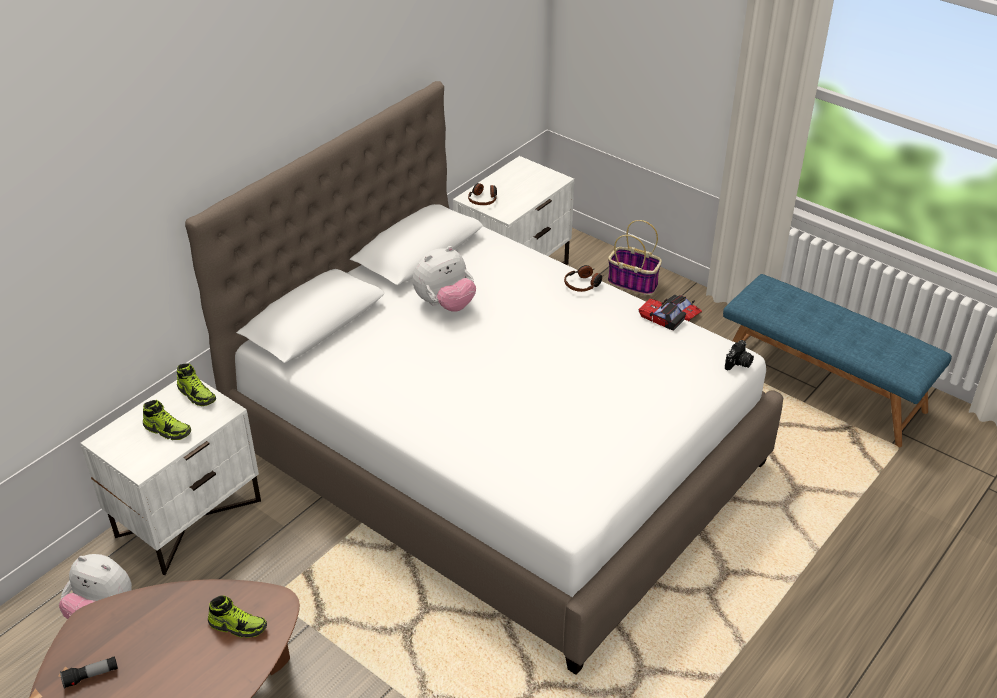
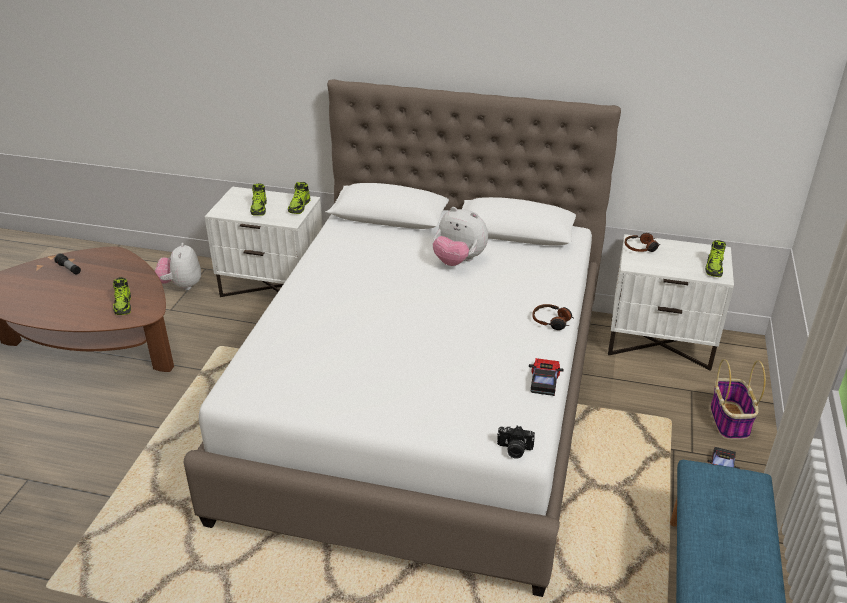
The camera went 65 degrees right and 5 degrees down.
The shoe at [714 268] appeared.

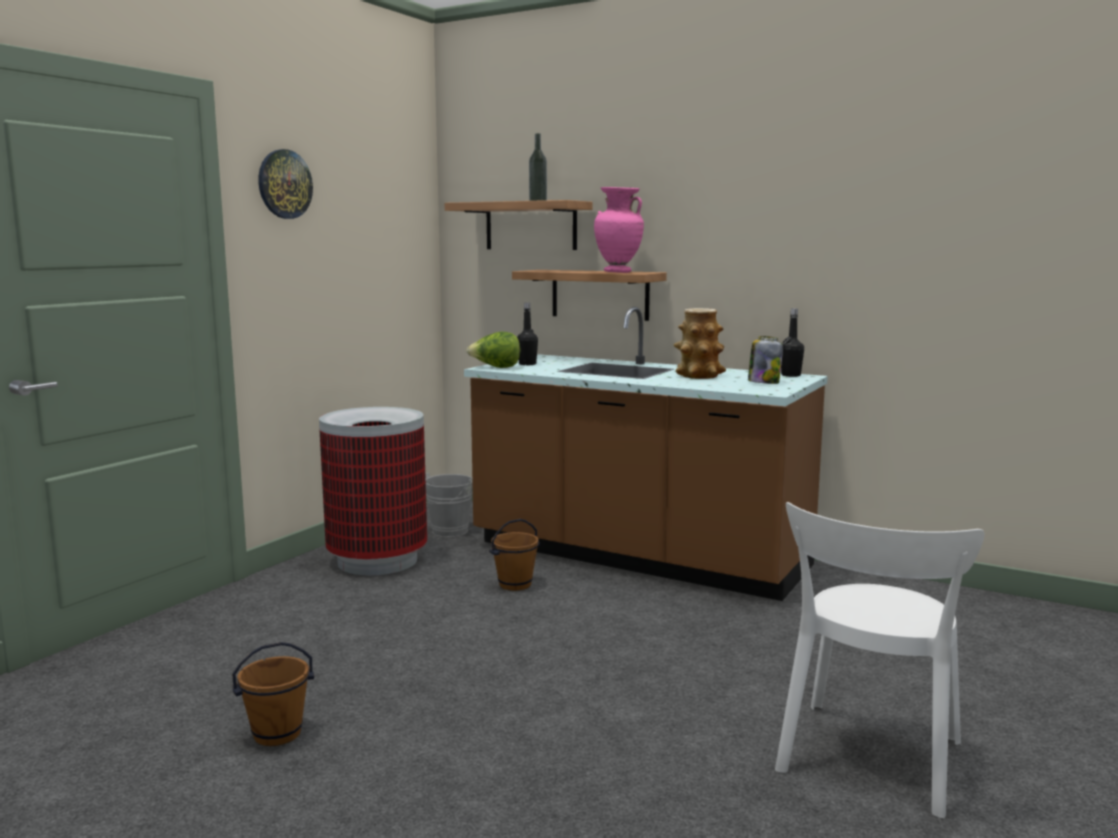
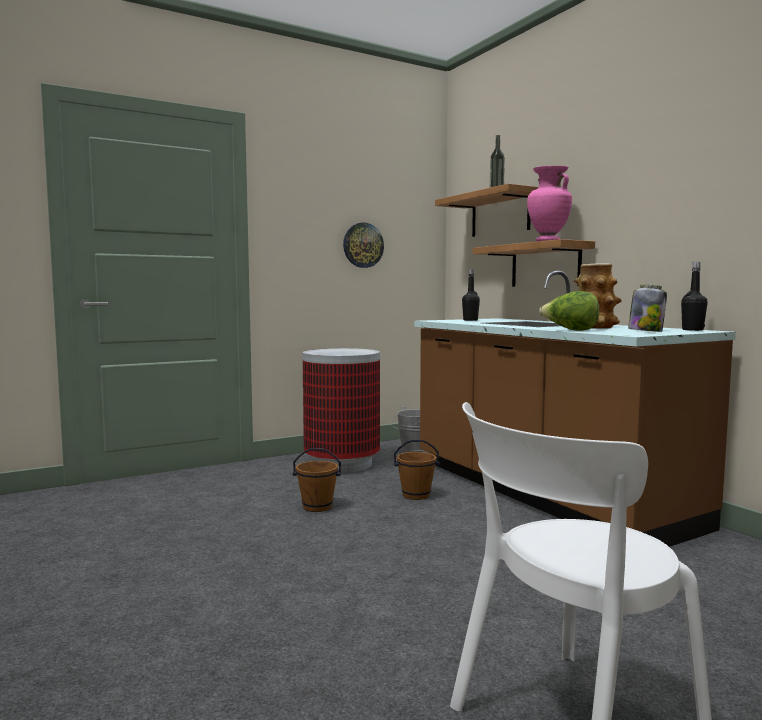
The camera went 30 degrees right and 5 degrees down.
The brown-coloured pail moved from [277 734] to [317 507].
The wall clock moved from [284 184] to [363 245].
The lettuce moved from [496 368] to [570 330].

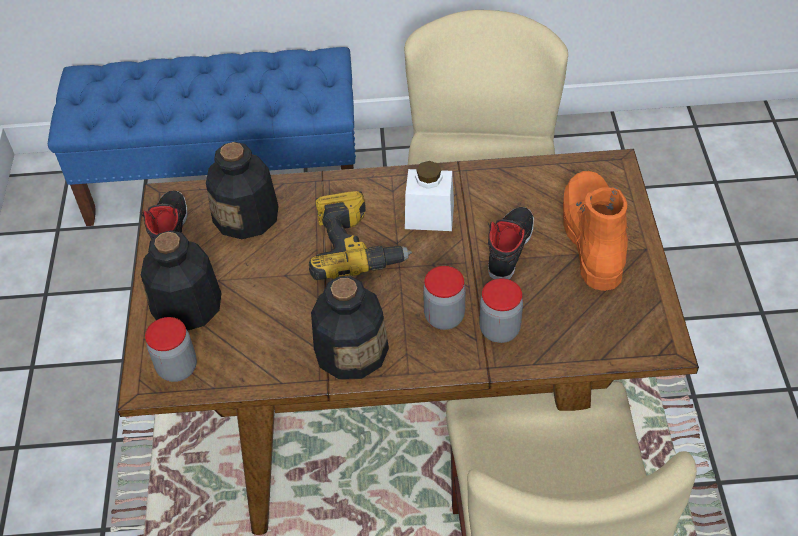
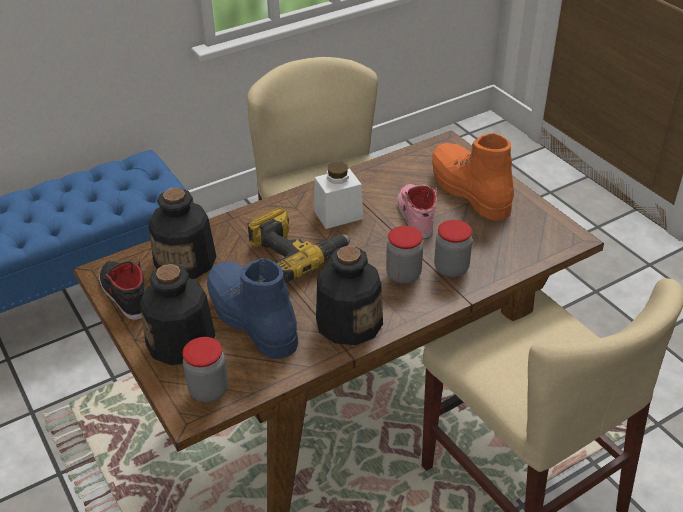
The camera went 30 degrees left and 10 degrees down.
The blue high-top boot at [251 319] appeared.
The black shoe at [509 247] became the pink-coloured shoe at [414 215].

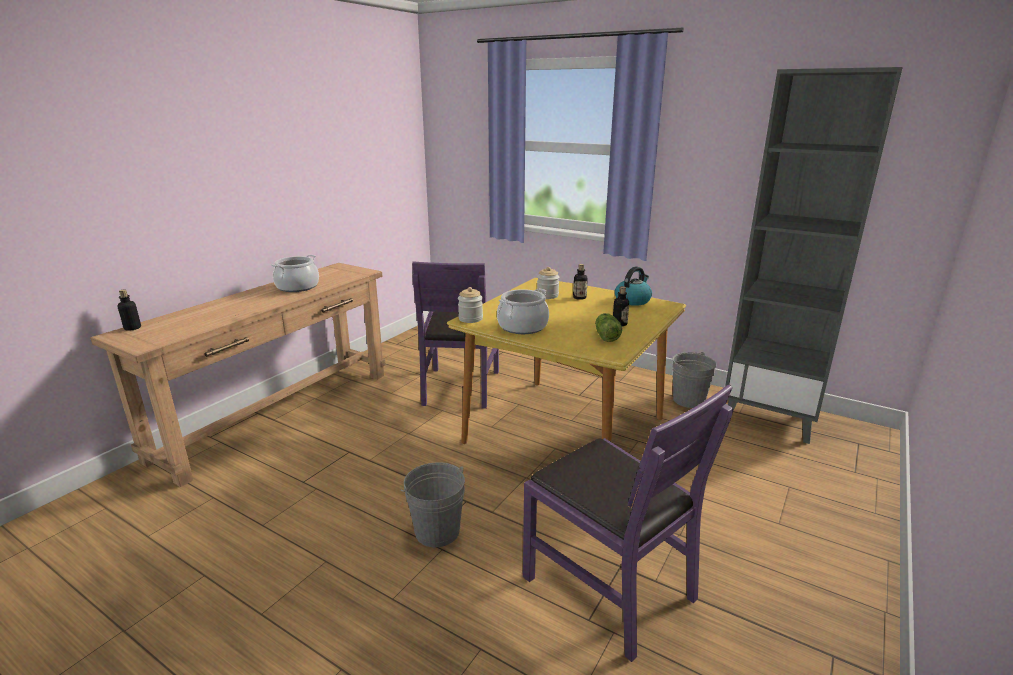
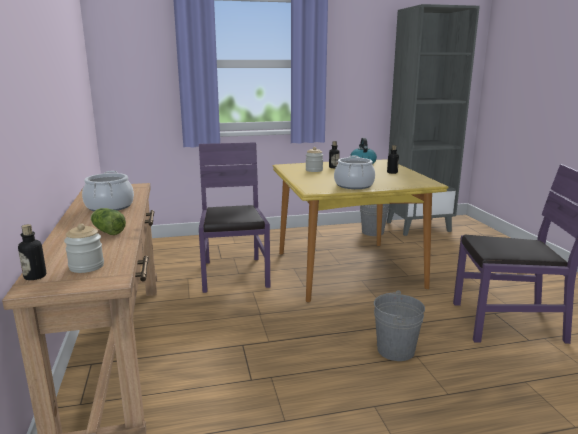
The camera went 45 degrees left and 5 degrees down.
The storage jar moved from [470 319] to [86 266].
The lettuce moved from [606 336] to [107 231].
The purple-coloured chair at [460 387] turned 150 degrees counterclockwise.

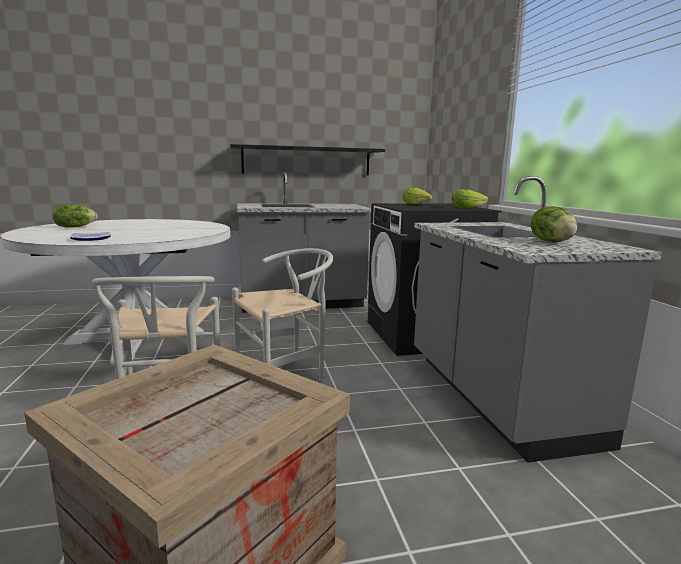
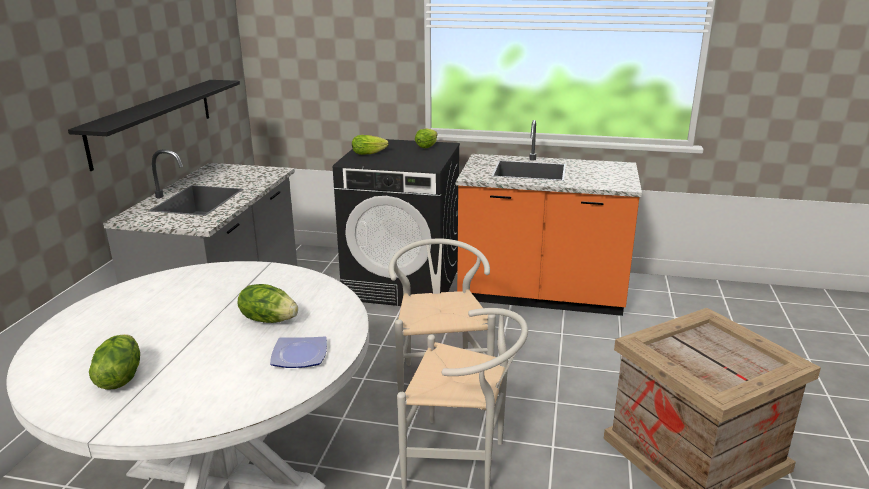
The camera went 65 degrees left and 10 degrees up.
The lettuce moved from [552 242] to [269 319].
The greyish counter at [494 397] became the orangey counter at [541 295].

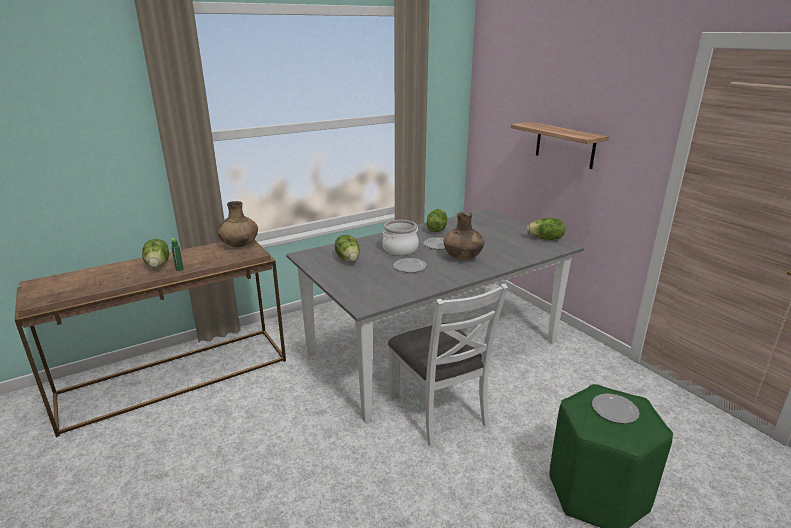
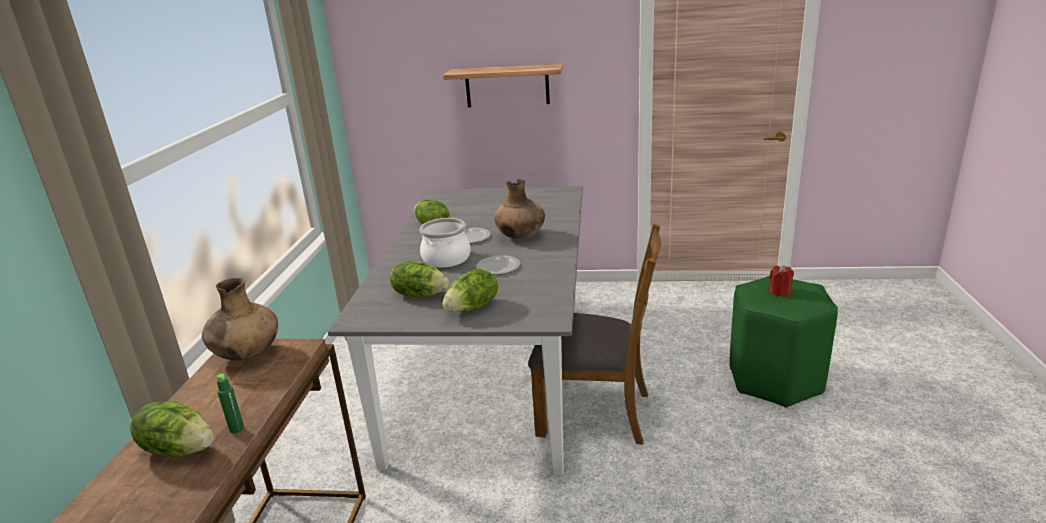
The camera went 50 degrees left and 0 degrees up.
The lettuce moved from [545 239] to [473 308].
The white chair at [439 410] became the brown-coloured chair at [595 413].
The dinner plate at [615 410] was replaced by the reddish wax candle at [779 292].

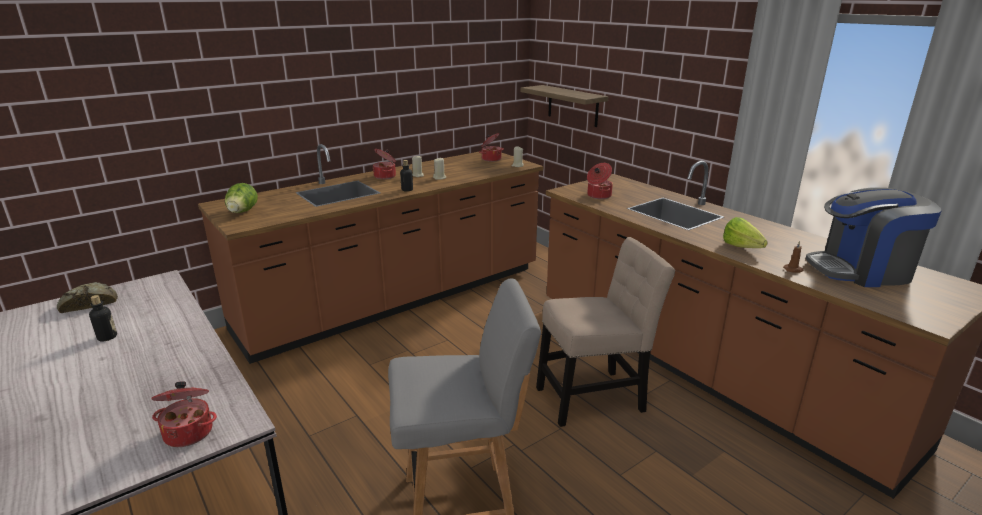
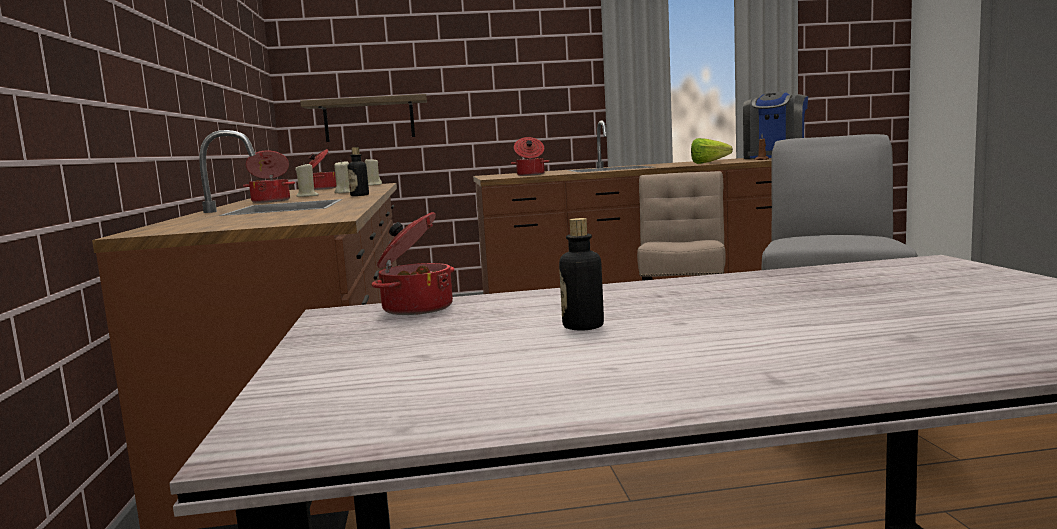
The camera went 60 degrees left and 15 degrees down.
The cooking pot moved from [189 432] to [416 308].
The bakery bread at [88 303] disappeared.
The lettuce at [242 212] disappeared.

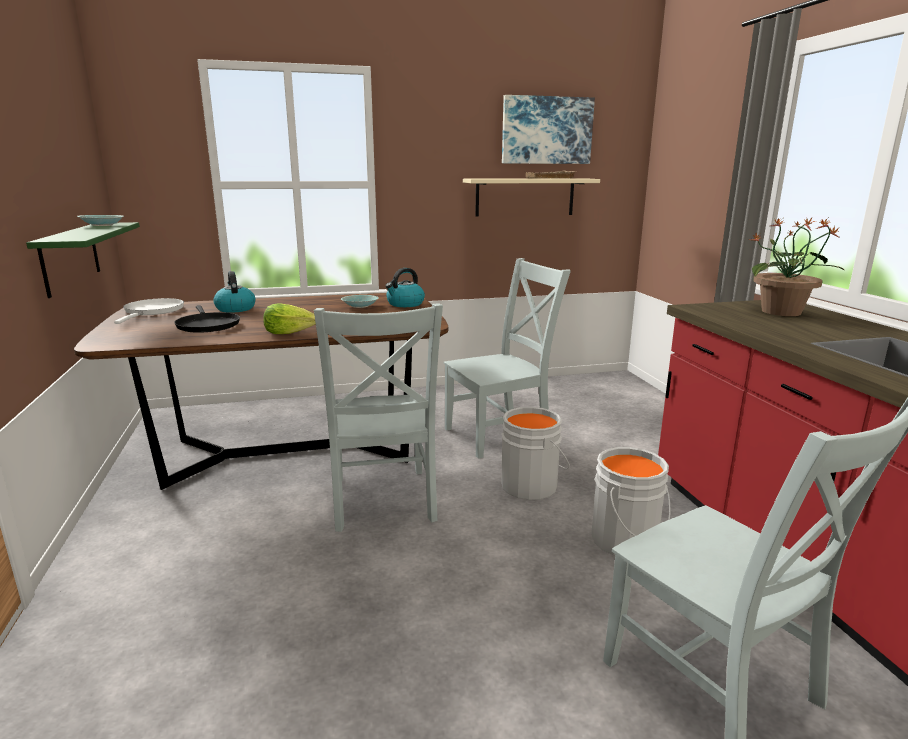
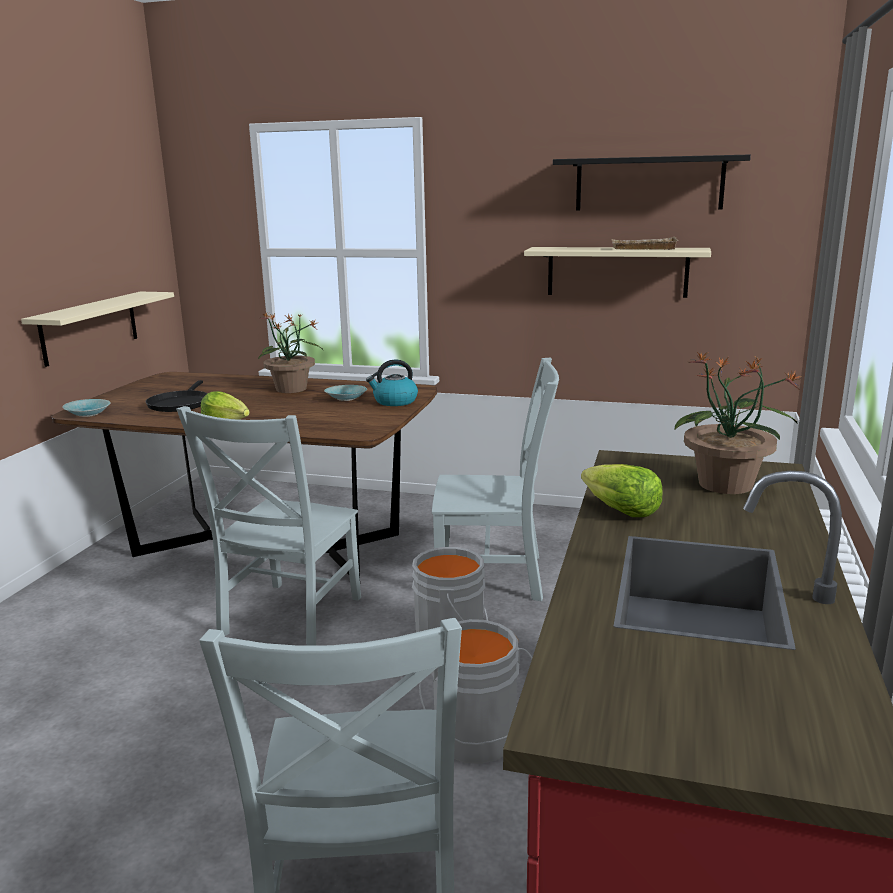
The camera went 30 degrees right and 0 degrees up.
The green wall shelf at [70 257] became the beige-coloured wall shelf at [90 327].
The turquoise serving bowl moved from [103 225] to [89 414].
The potted plant at [291 389] appeared.
The picture at [546 130] was replaced by the black wall shelf at [649 183].
The lettuce at [619 511] appeared.
The white pan at [152 311] disappeared.
The water kettle at [235 308] disappeared.

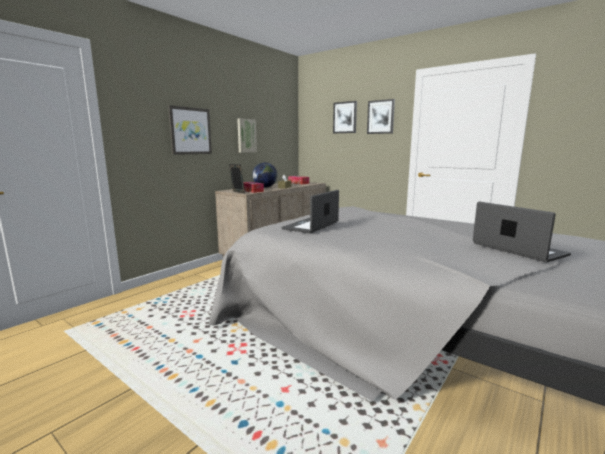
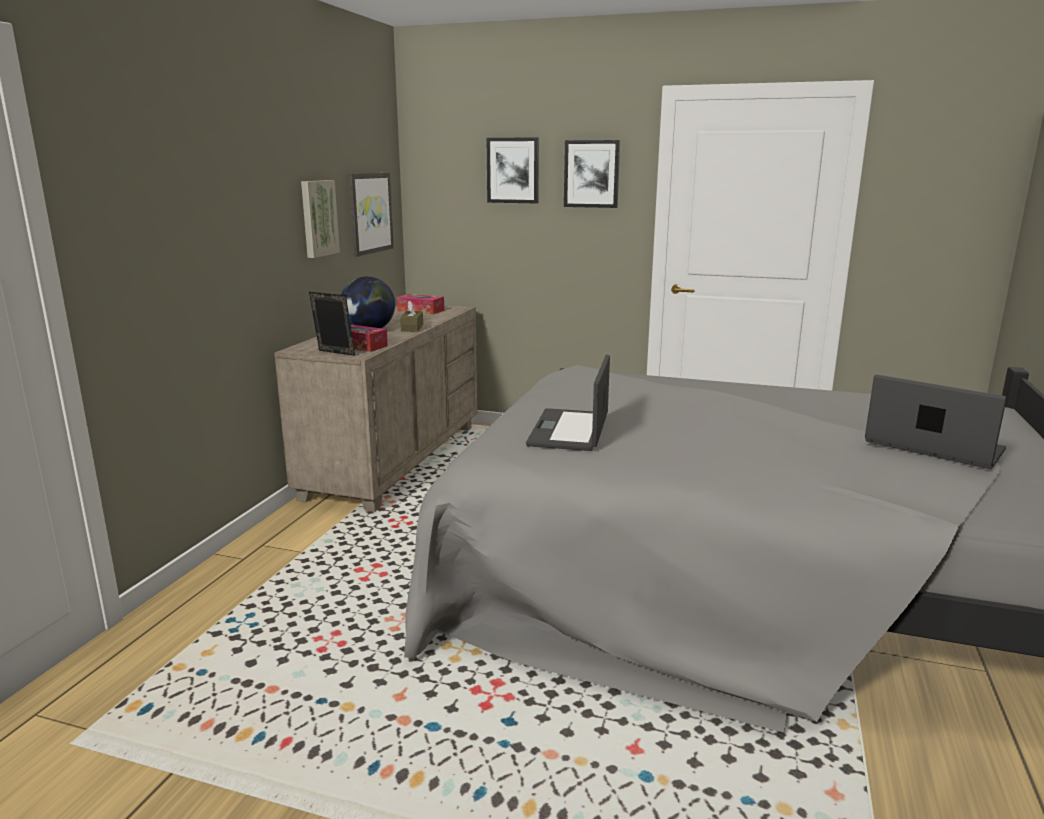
The camera went 20 degrees left and 5 degrees up.
The picture moved from [190 131] to [370 213].

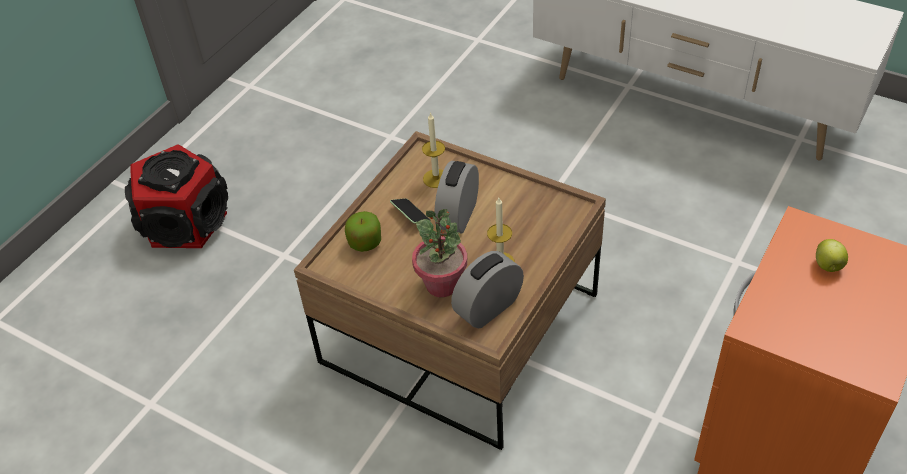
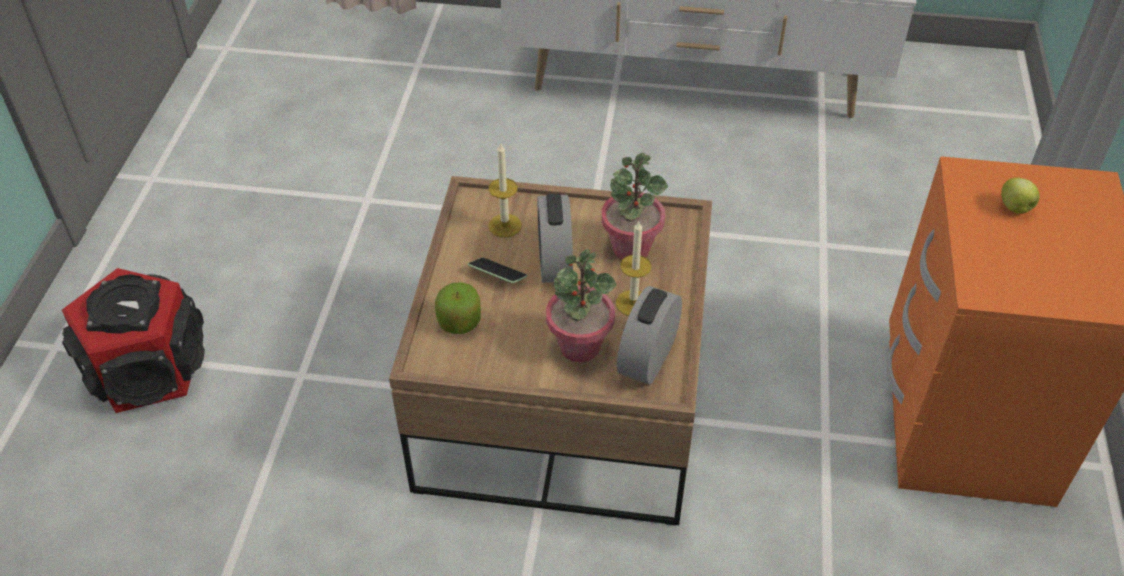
The camera went 25 degrees left and 0 degrees up.
The potted plant at [631 248] appeared.

